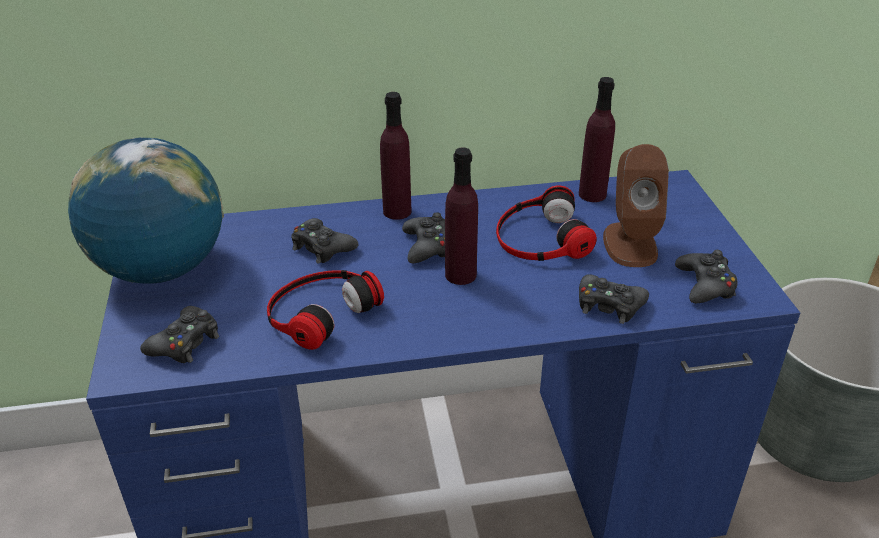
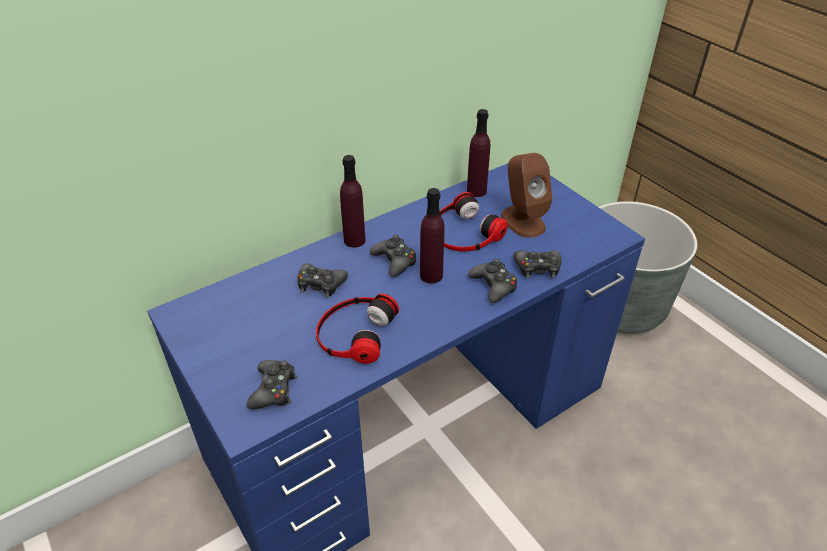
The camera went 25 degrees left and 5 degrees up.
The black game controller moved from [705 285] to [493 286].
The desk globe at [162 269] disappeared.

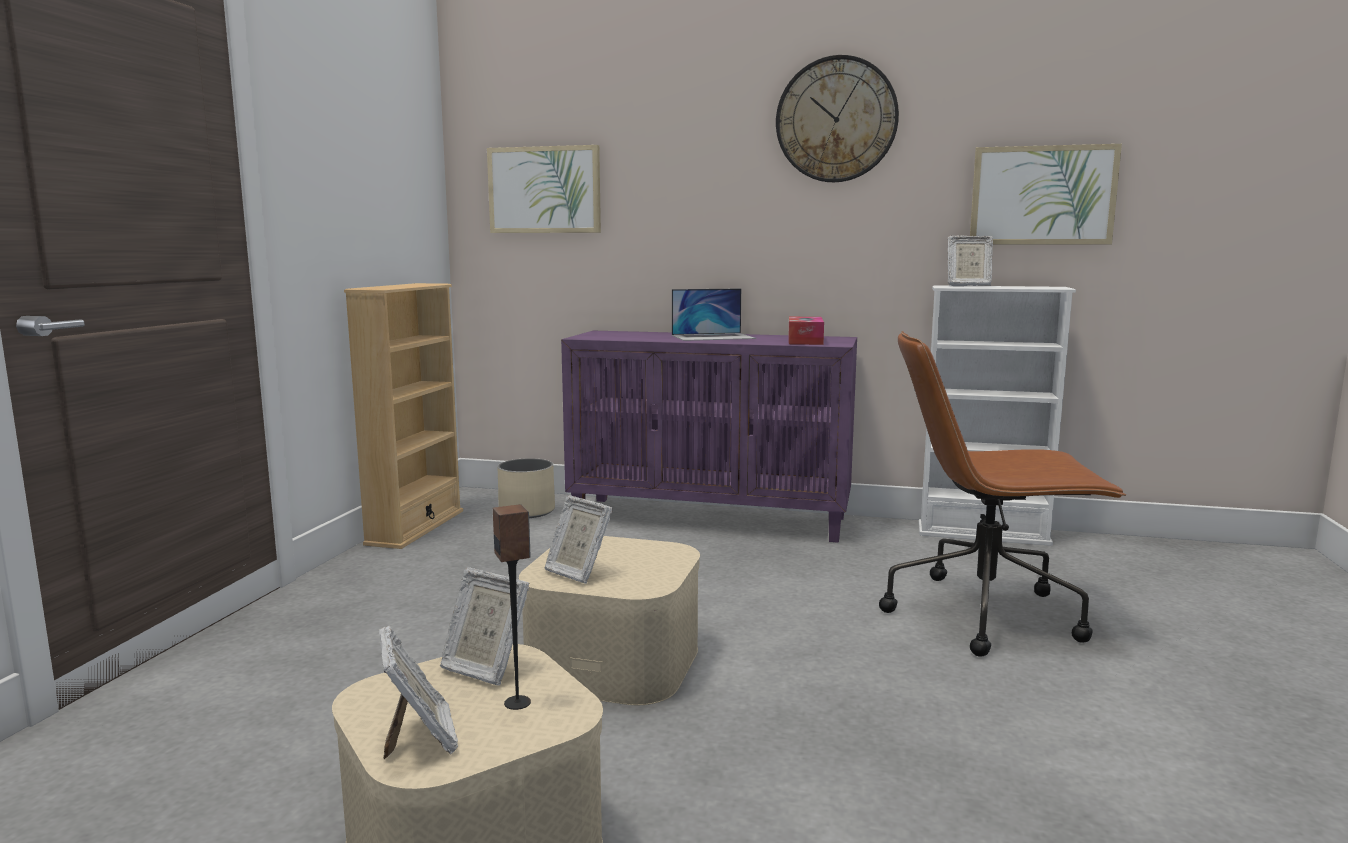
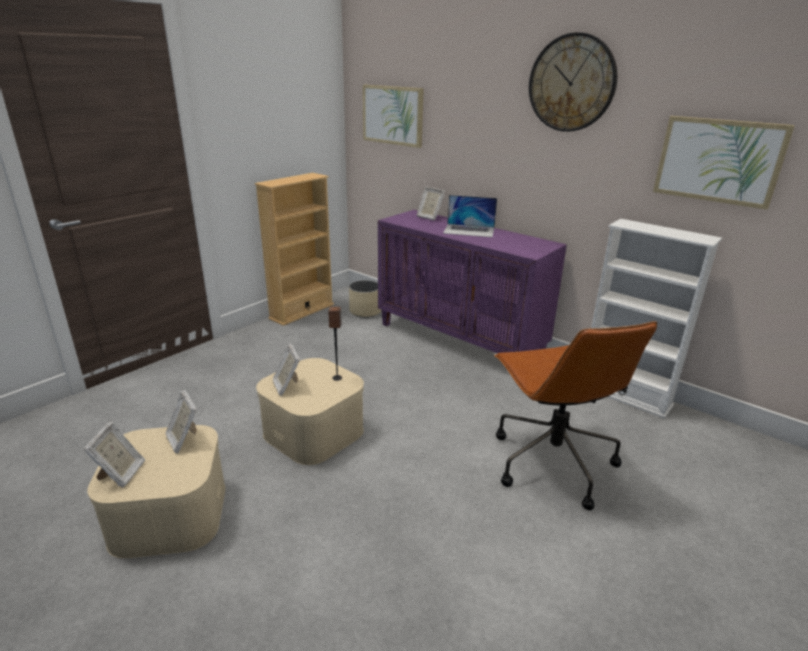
The camera went 25 degrees right and 15 degrees up.
The loudspeaker moved from [518 703] to [337 378].
The standing frame moved from [967 286] to [429 217].
The brown-coloured computer chair at [986 614] turned 135 degrees counterclockwise.
The tissue holder at [805 341] disappeared.

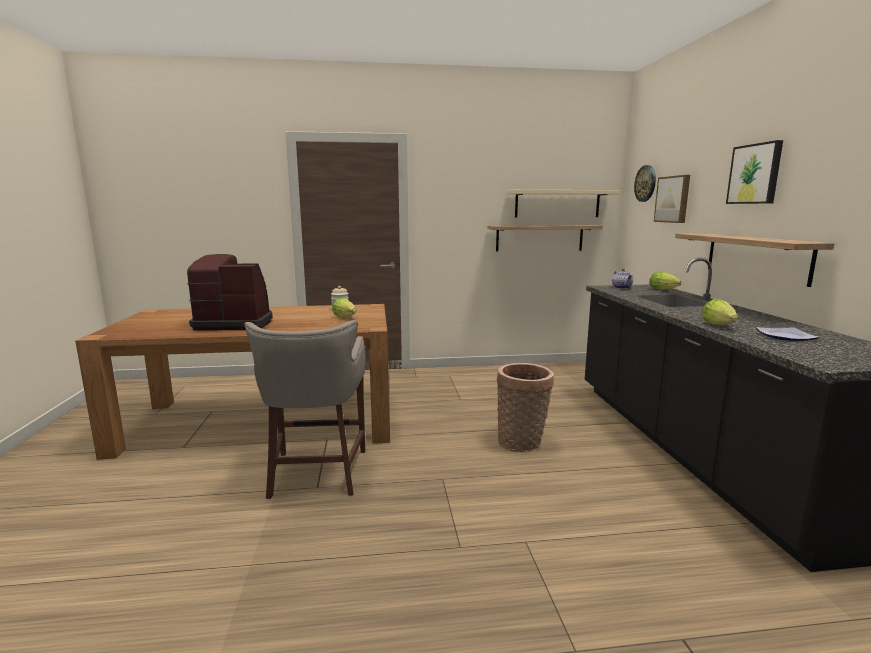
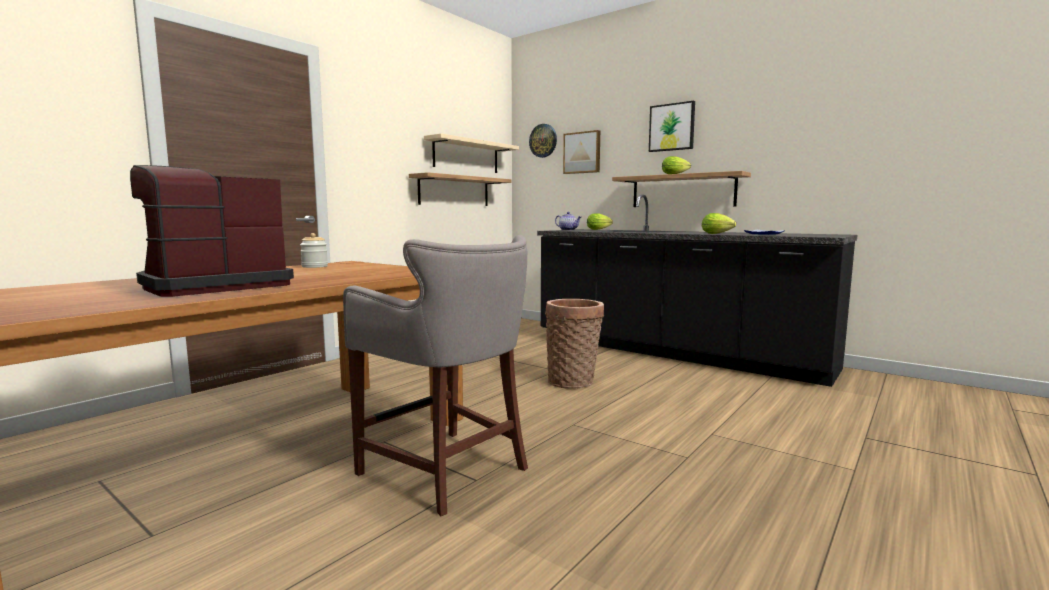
The camera went 45 degrees left and 5 degrees down.
The lettuce moved from [345 317] to [676 174].

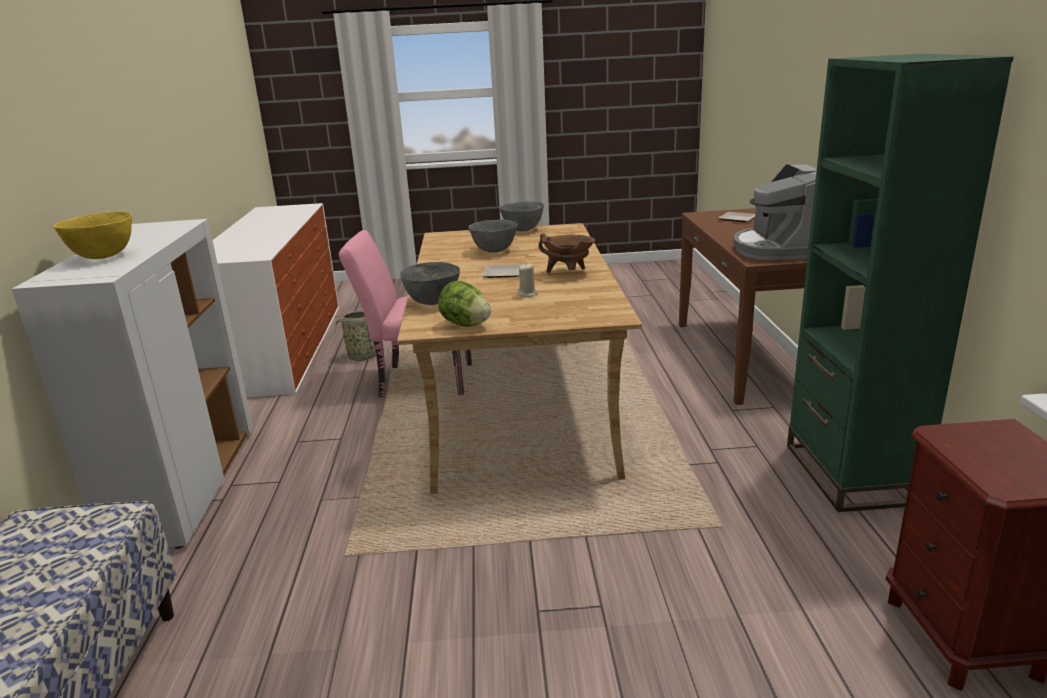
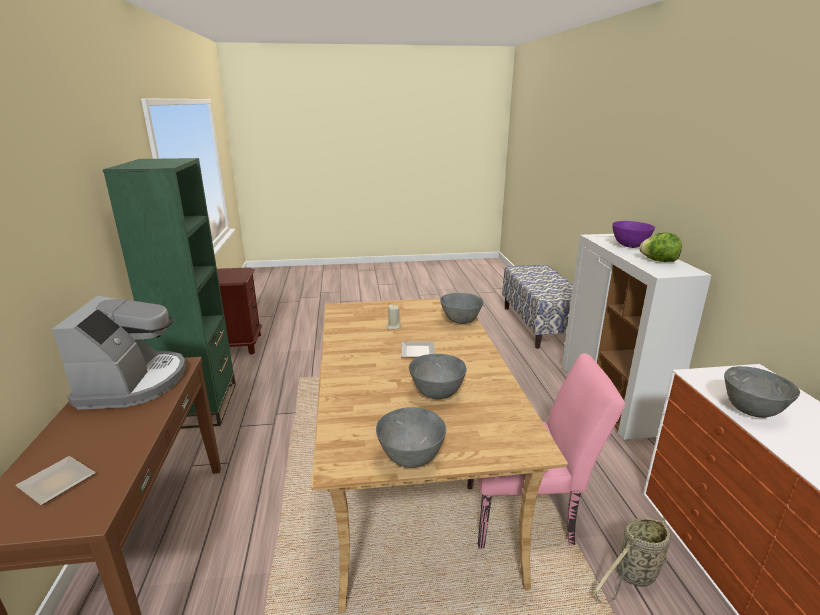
The camera went 175 degrees right and 0 degrees up.
The yellow-coloured serving bowl at [103 257] became the purple-coloured serving bowl at [630 246].
The lettuce moved from [465 325] to [658 261].
The greyish serving bowl at [751 411] appeared.
The brown-coloured cooking pot at [568 273] disappeared.

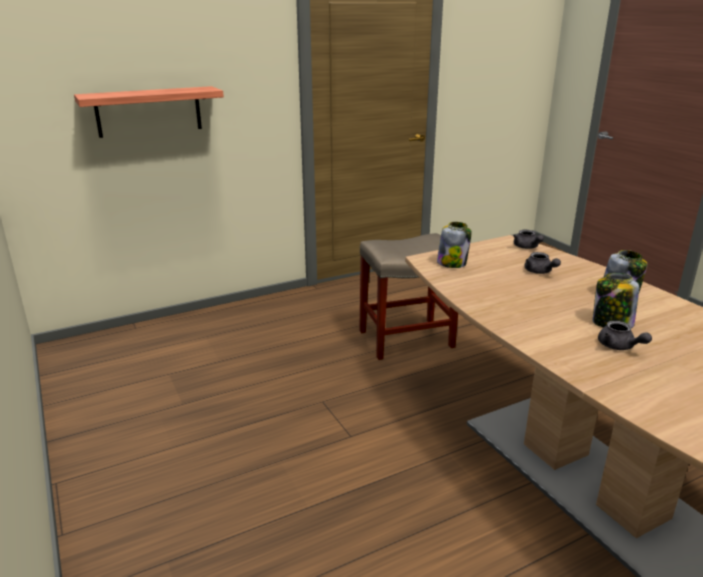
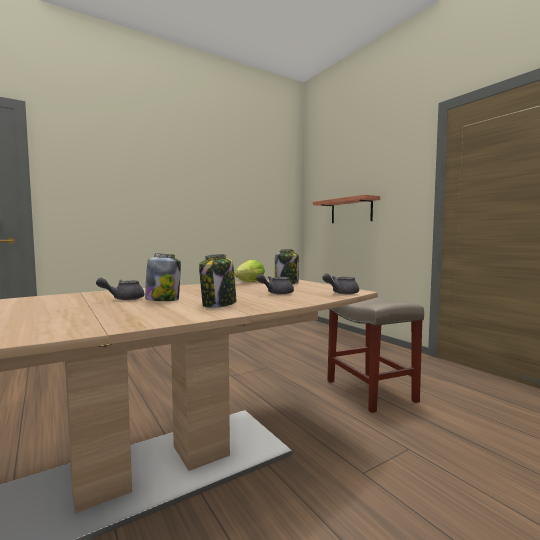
The camera went 85 degrees right and 20 degrees down.
The lettuce at [248 283] appeared.

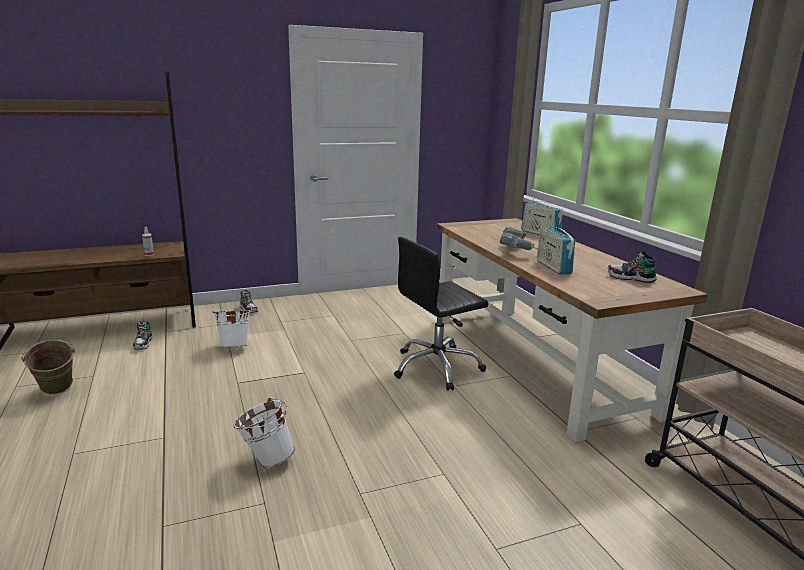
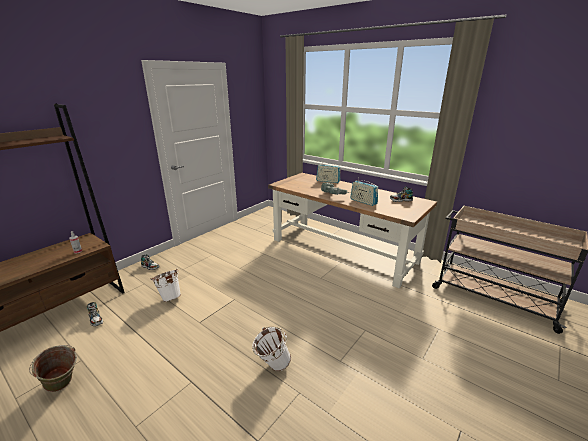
The camera went 30 degrees left and 5 degrees up.
The black computer chair at [437 367] disappeared.

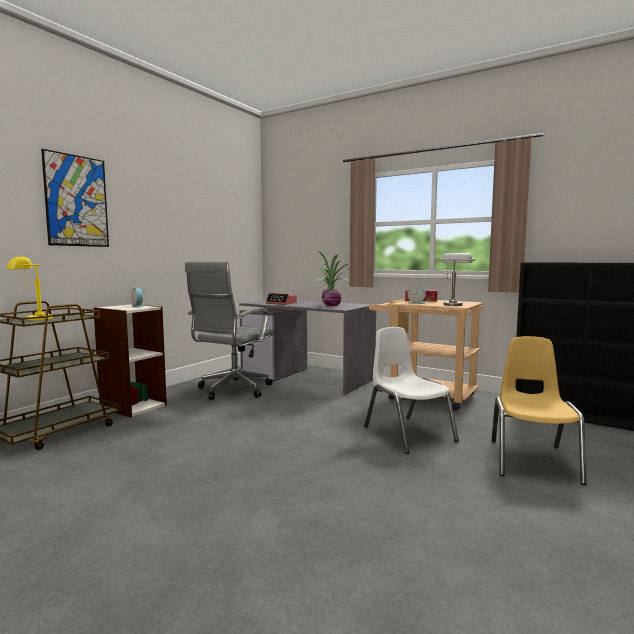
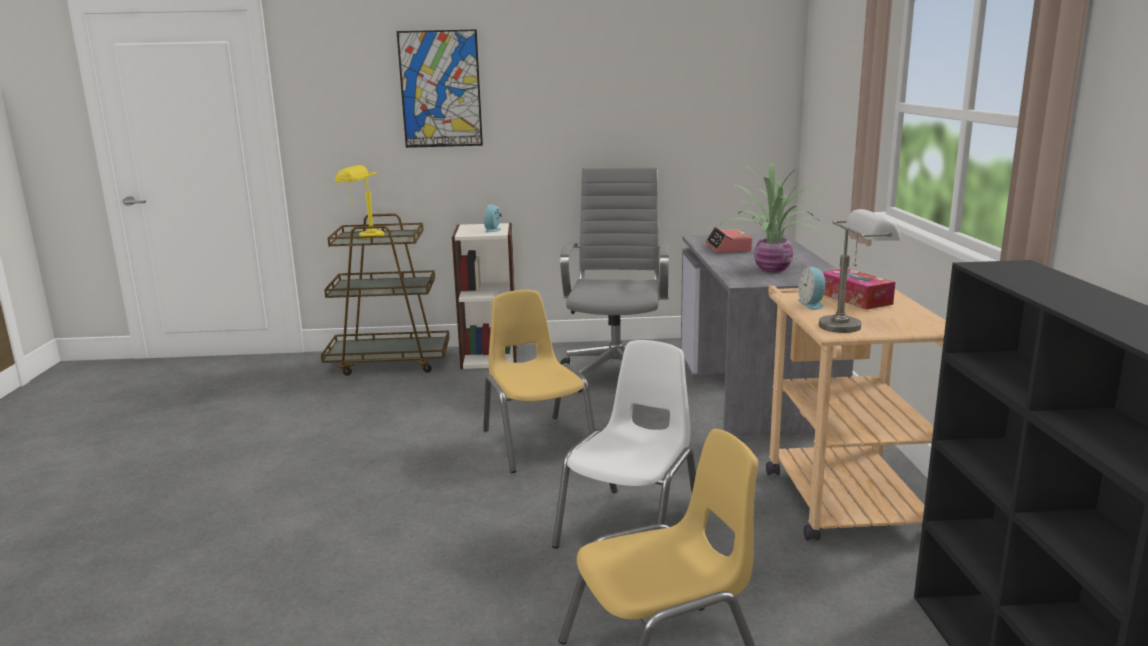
The camera went 55 degrees right and 10 degrees up.
The yellow-coloured chair at [537 442] appeared.
The greyish computer chair at [232 390] turned 105 degrees clockwise.

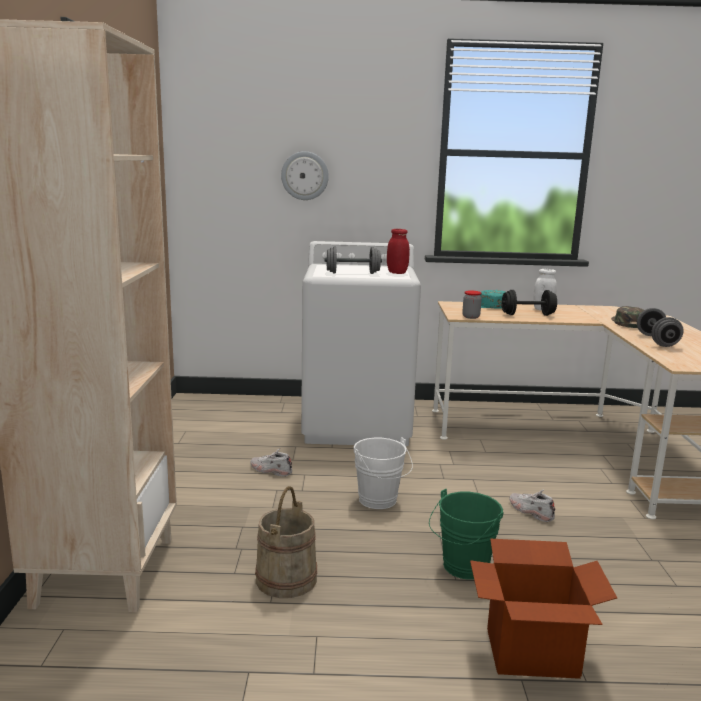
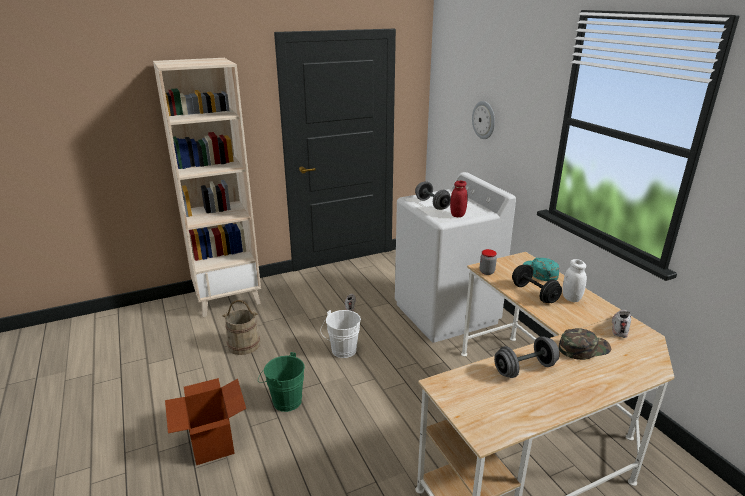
The camera went 65 degrees right and 10 degrees up.
The white shoe moved from [530 511] to [620 326].

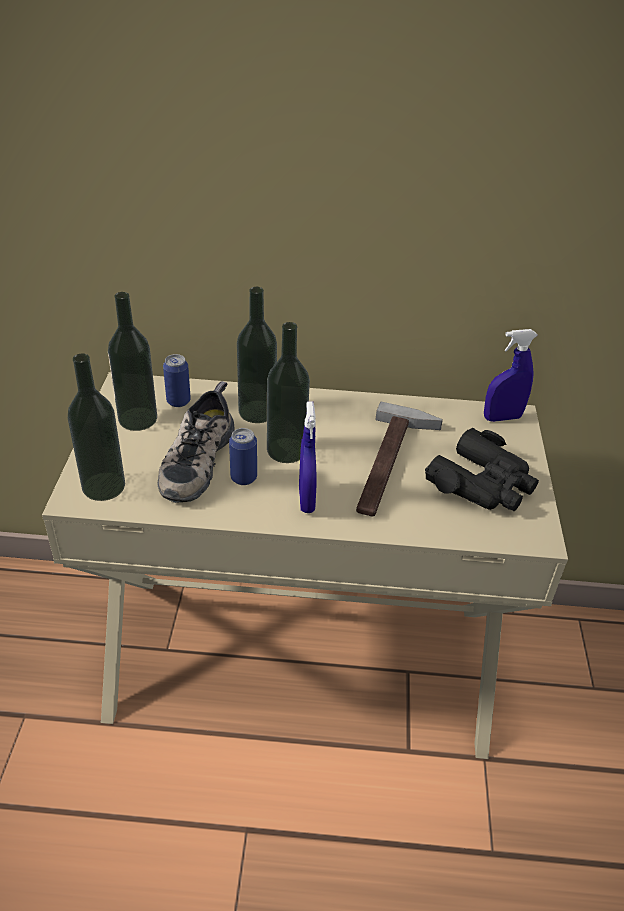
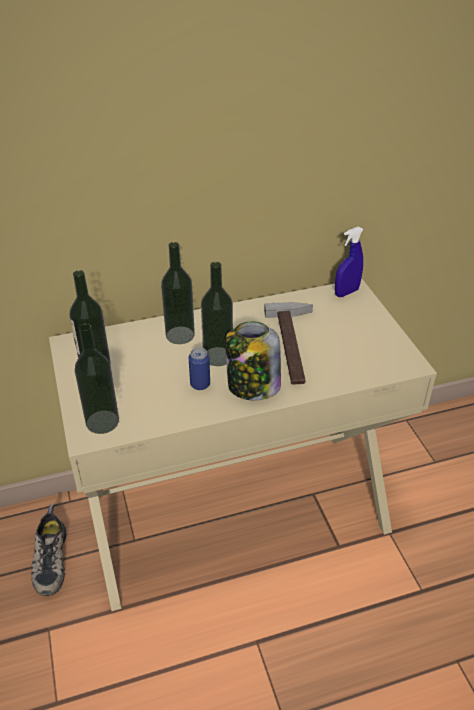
The camera went 20 degrees left and 0 degrees up.
The shoe moved from [195 459] to [49 559].
The blue spray bottle at [306 500] was replaced by the storage jar at [252 386].
The metal can at [178 401] disappeared.
The black binoculars at [482 483] disappeared.

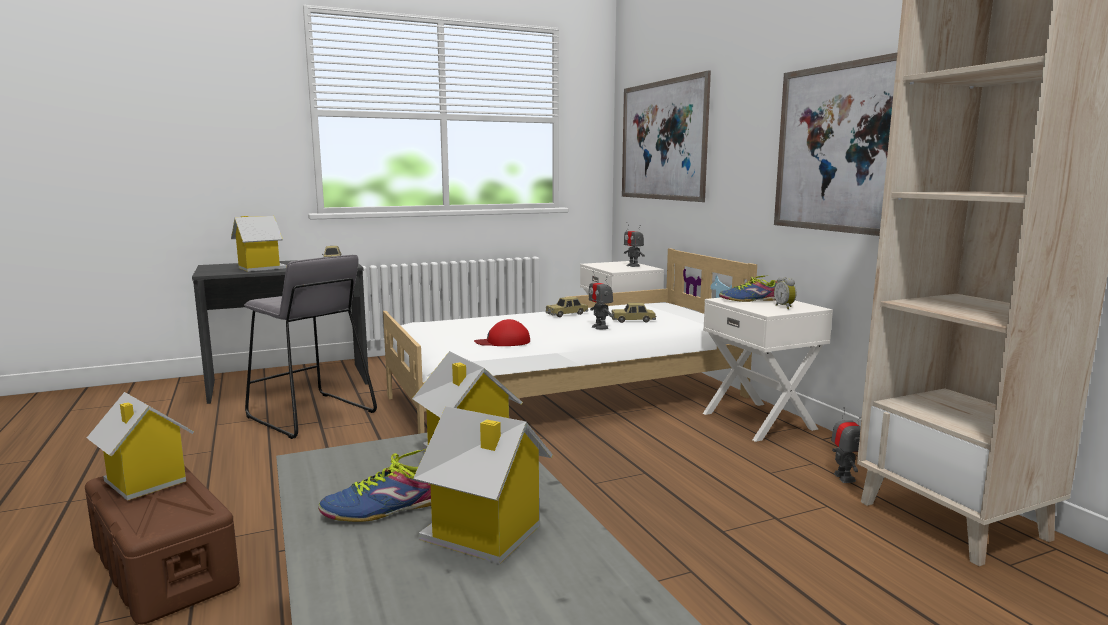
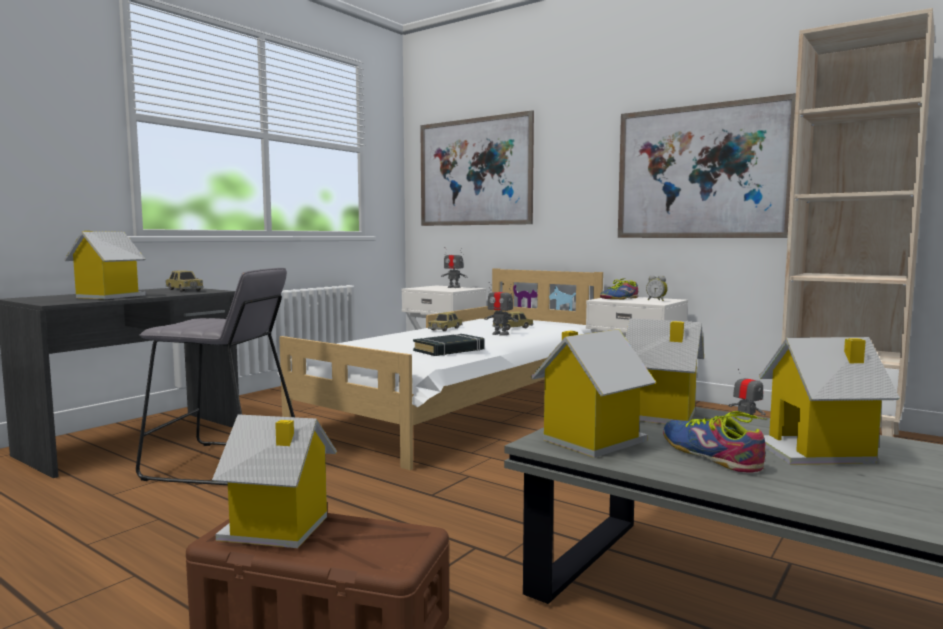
The camera went 30 degrees left and 5 degrees down.
The reddish baseball cap at [503 342] was replaced by the black book at [449 350].
The miniature house at [591 441] appeared.
The shoe at [387 508] turned 120 degrees clockwise.

